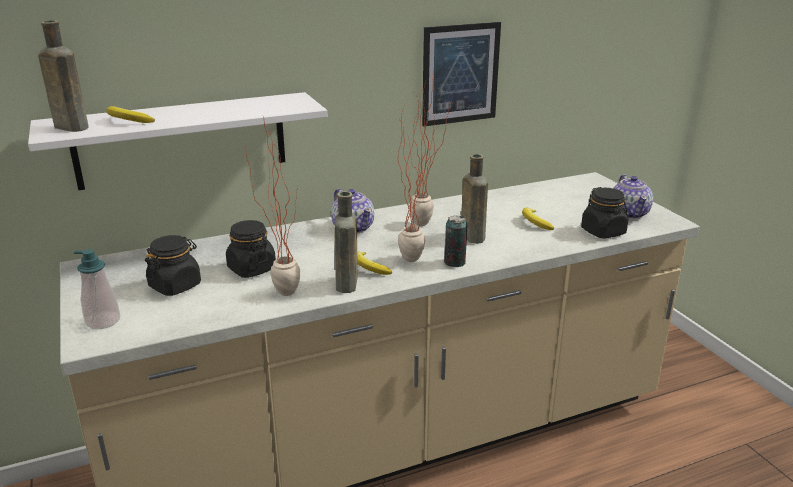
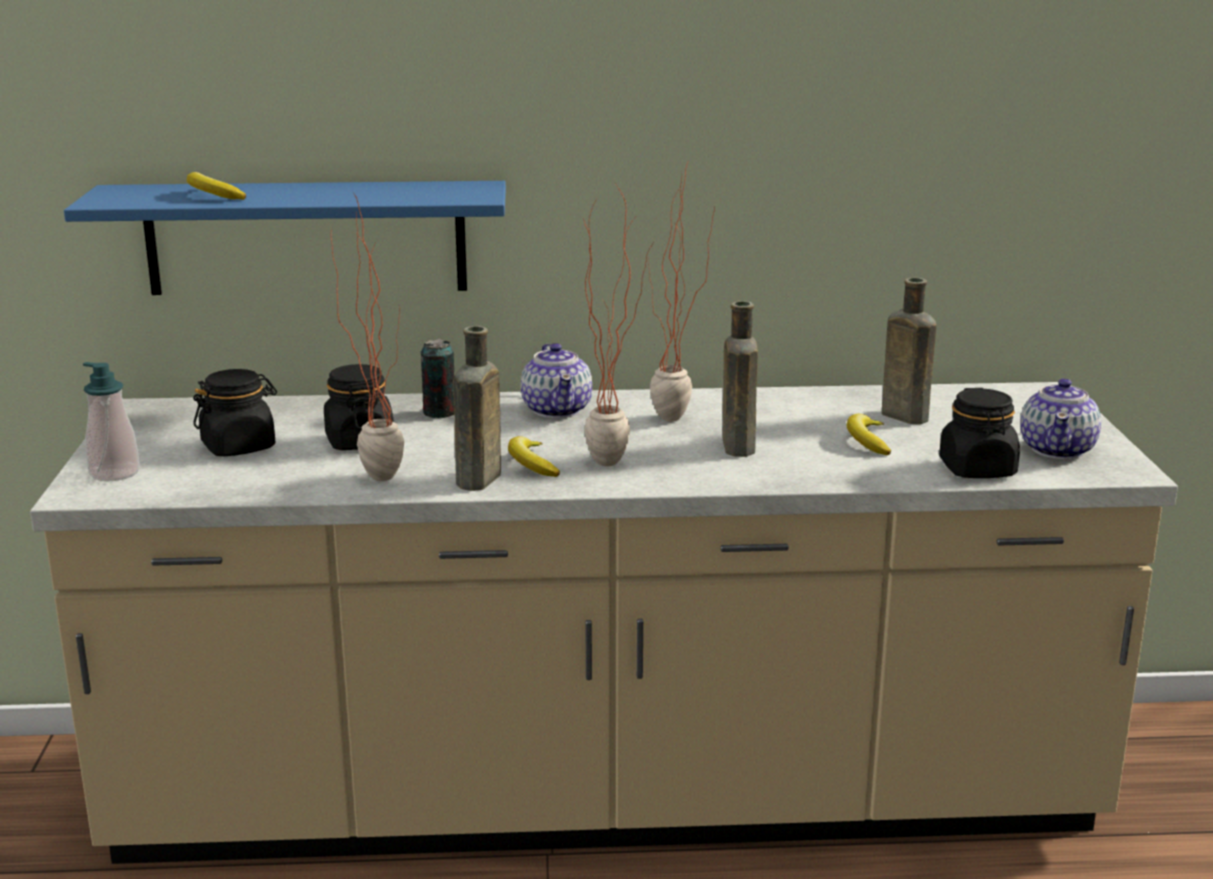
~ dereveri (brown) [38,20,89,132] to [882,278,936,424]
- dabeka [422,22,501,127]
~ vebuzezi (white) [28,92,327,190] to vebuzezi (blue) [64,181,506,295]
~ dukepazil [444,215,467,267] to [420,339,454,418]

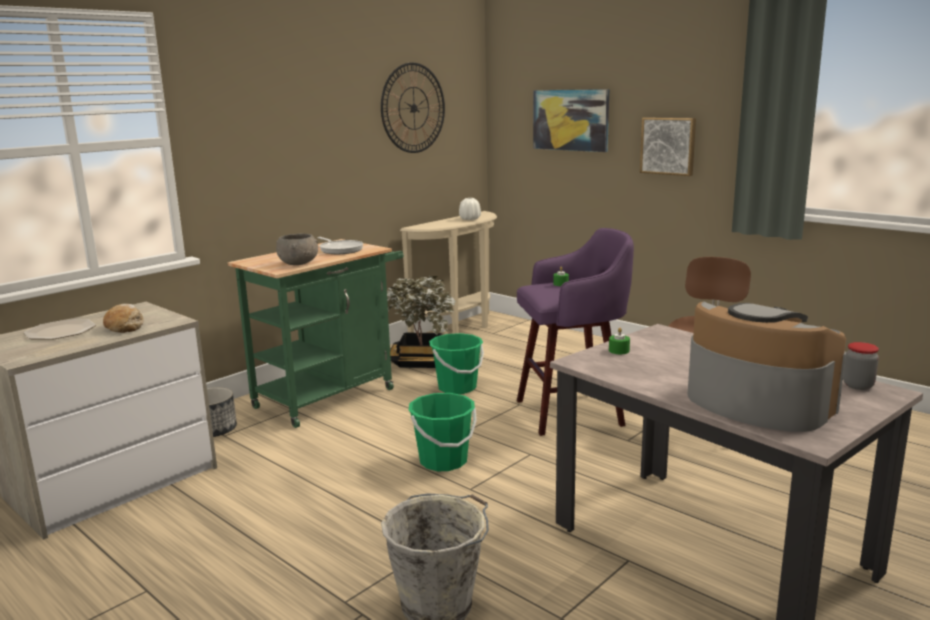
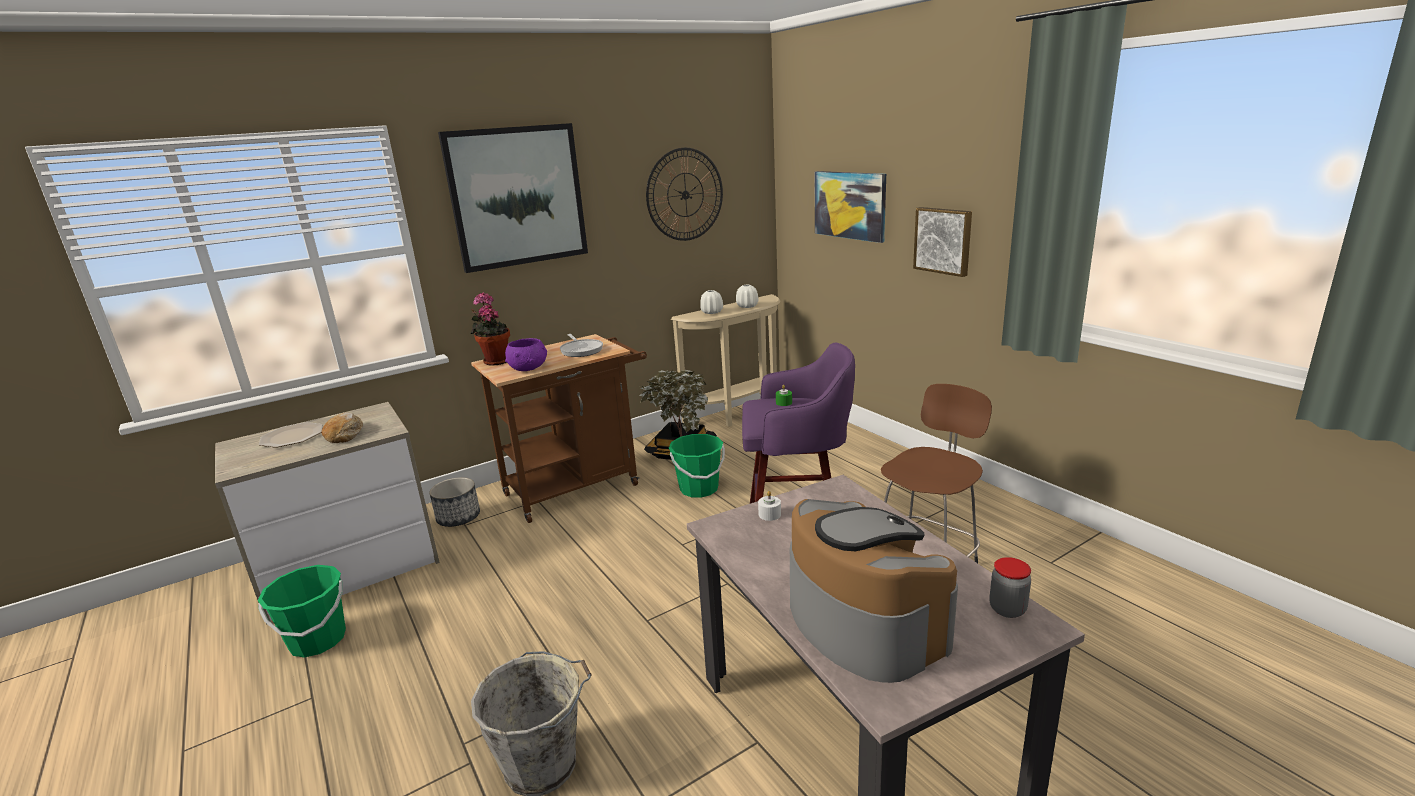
~ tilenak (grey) [276,234,318,265] to tilenak (purple) [505,338,547,371]
~ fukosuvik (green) [228,239,404,428] to fukosuvik (brown) [471,334,647,523]
~ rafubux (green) [609,328,630,354] to rafubux (white) [758,491,781,521]
~ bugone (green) [409,393,477,471] to [258,565,346,658]
+ dabeka [438,123,588,273]
+ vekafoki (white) [700,290,723,314]
+ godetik [471,293,510,366]

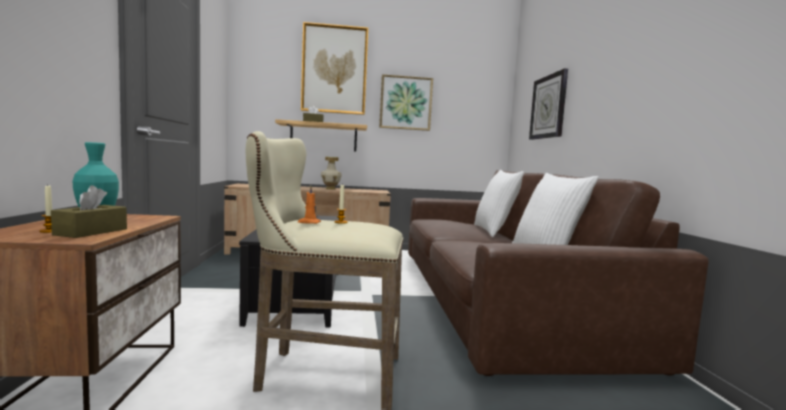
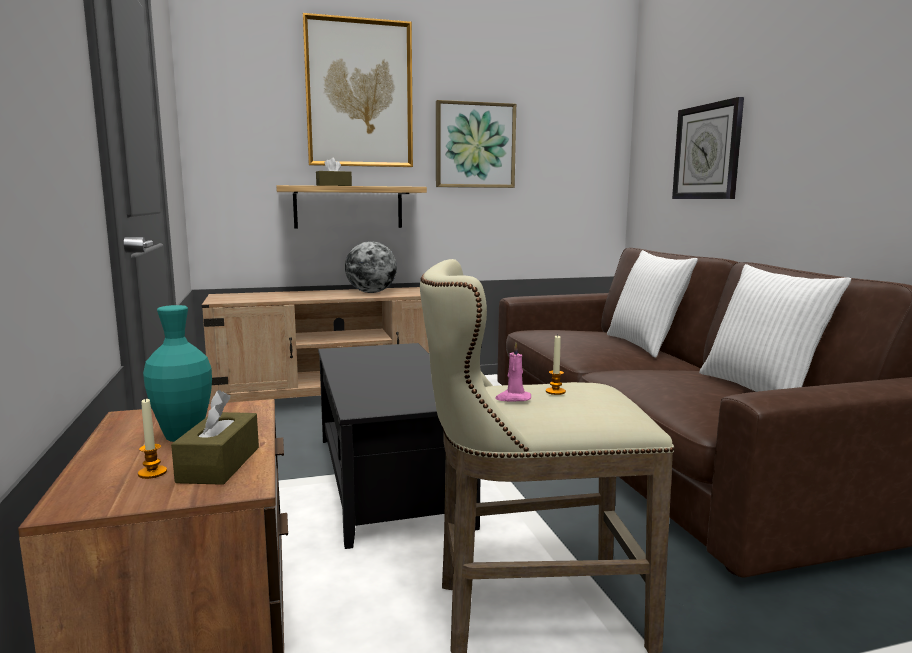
~ vekafoki [321,157,342,189] to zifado [345,241,397,293]
~ rafubux (orange) [298,186,321,224] to rafubux (pink) [496,343,531,402]

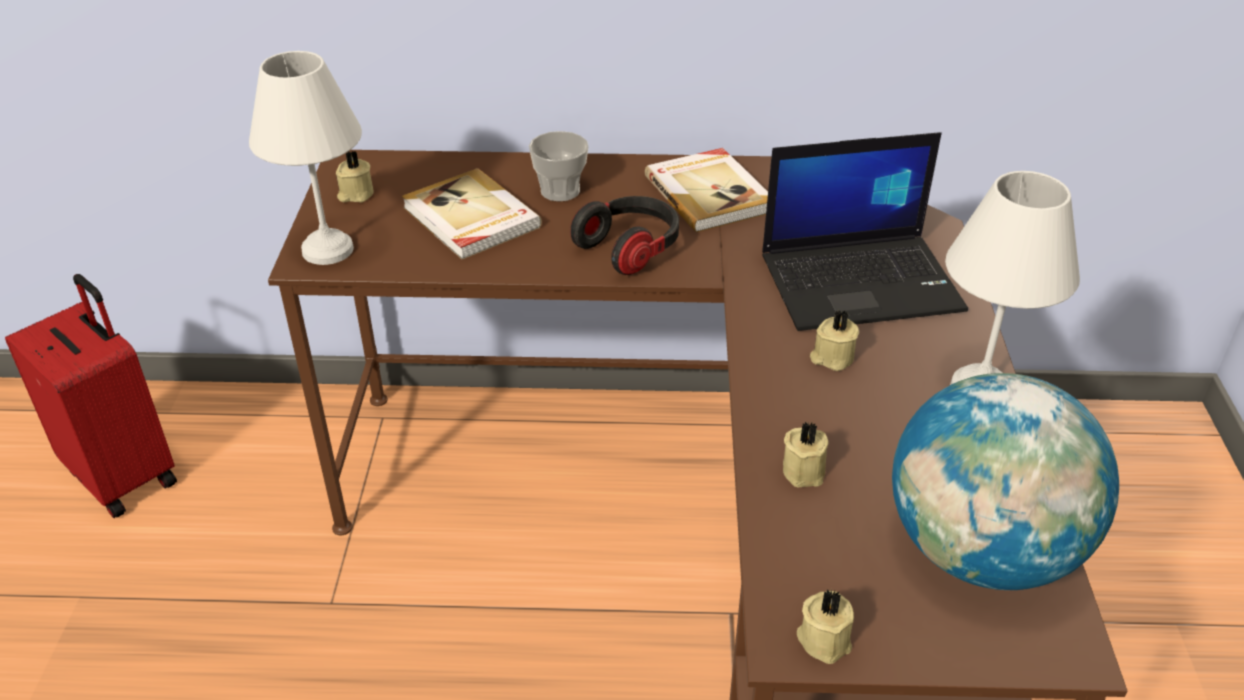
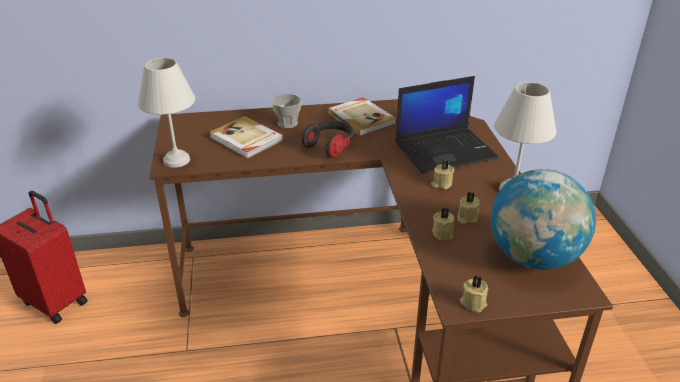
~ rafubux (beige) [336,151,374,202] to [457,192,481,224]

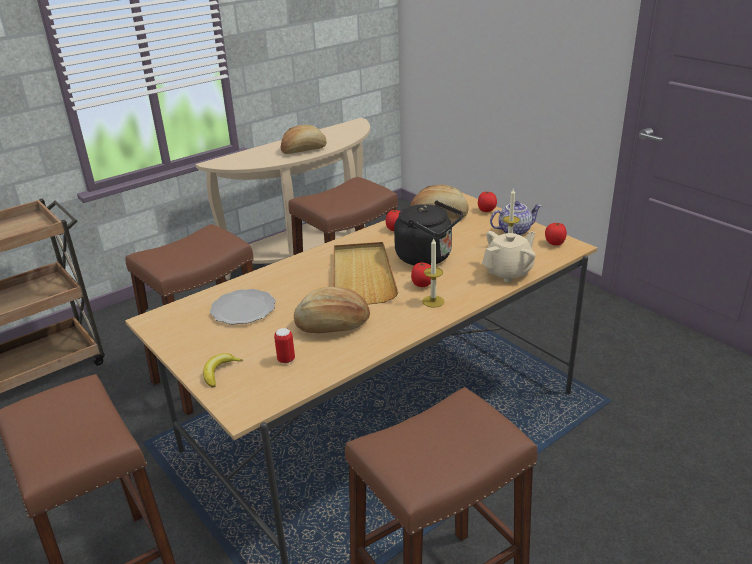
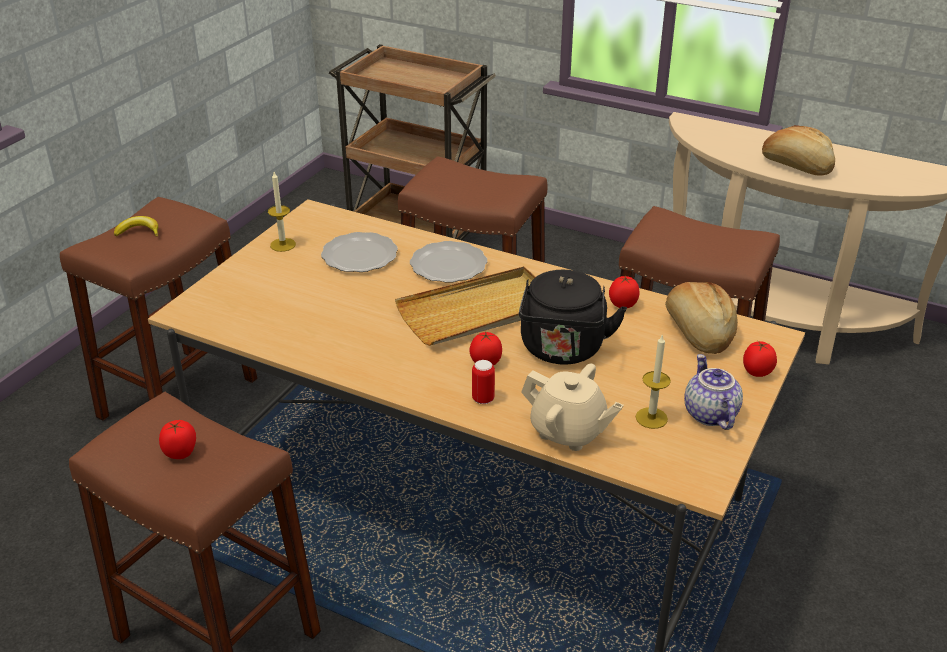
~ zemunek [490,201,542,236] = [684,354,743,430] 150 degrees counterclockwise
~ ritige [545,223,567,246] to [159,420,196,459]
~ rafubux [422,238,444,308] to [268,172,296,252]
- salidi [294,287,370,333]
~ dukepazil [274,328,295,364] to [472,360,495,404]
~ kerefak [203,353,243,388] to [114,216,158,237]
+ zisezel [410,241,487,283]

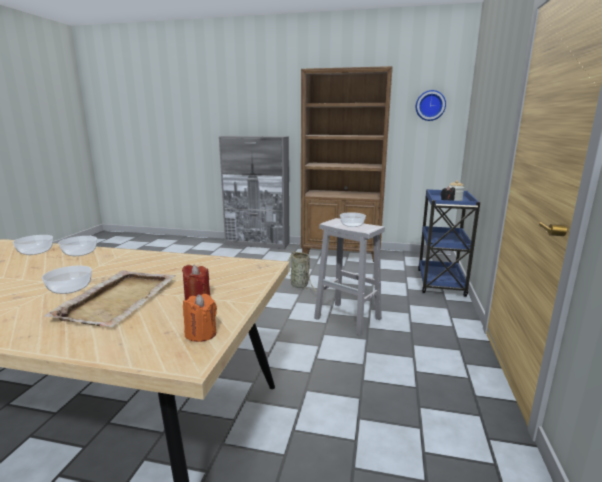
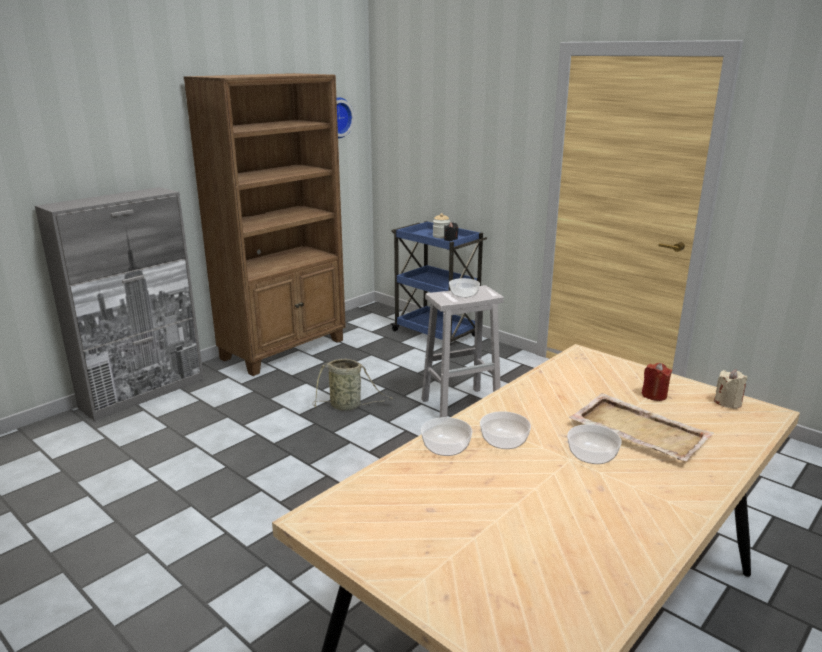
~ tilenak [13,235,53,255] to [480,411,531,449]
~ rafubux (orange) [183,294,217,342] to rafubux (beige) [714,369,747,409]

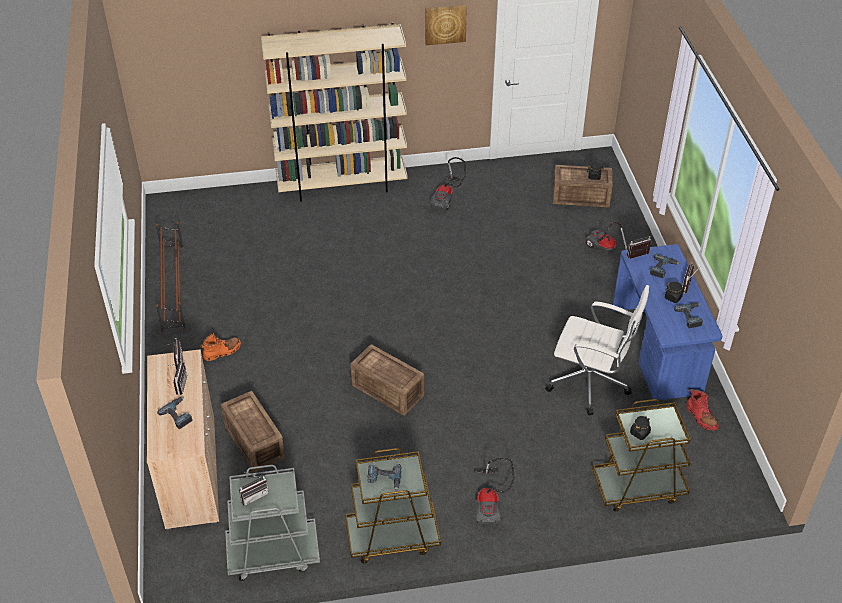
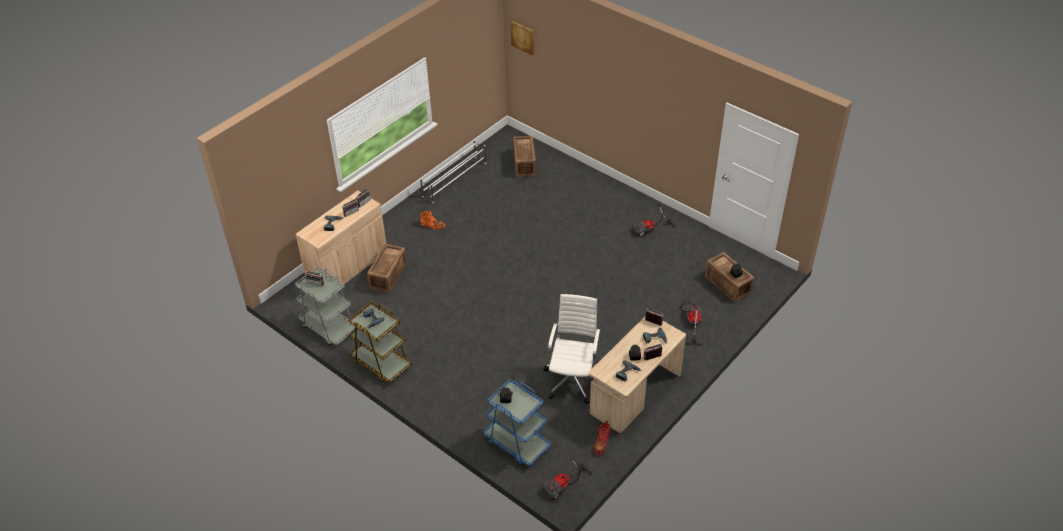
~ dabeka [425,5,467,45] to [510,21,534,55]
- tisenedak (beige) [261,22,407,202]
~ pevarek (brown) [156,222,186,332] to pevarek (white) [420,139,486,203]
~ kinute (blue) [612,244,722,400] to kinute (beige) [589,316,686,434]
~ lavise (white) [545,285,649,415] = [543,294,600,404] 150 degrees counterclockwise
~ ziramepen [351,344,424,416] to [513,136,536,177]
~ fukosuvik (brown) [592,399,691,512] to fukosuvik (blue) [483,379,551,466]
~ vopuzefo [474,458,515,525] to [542,458,593,500]

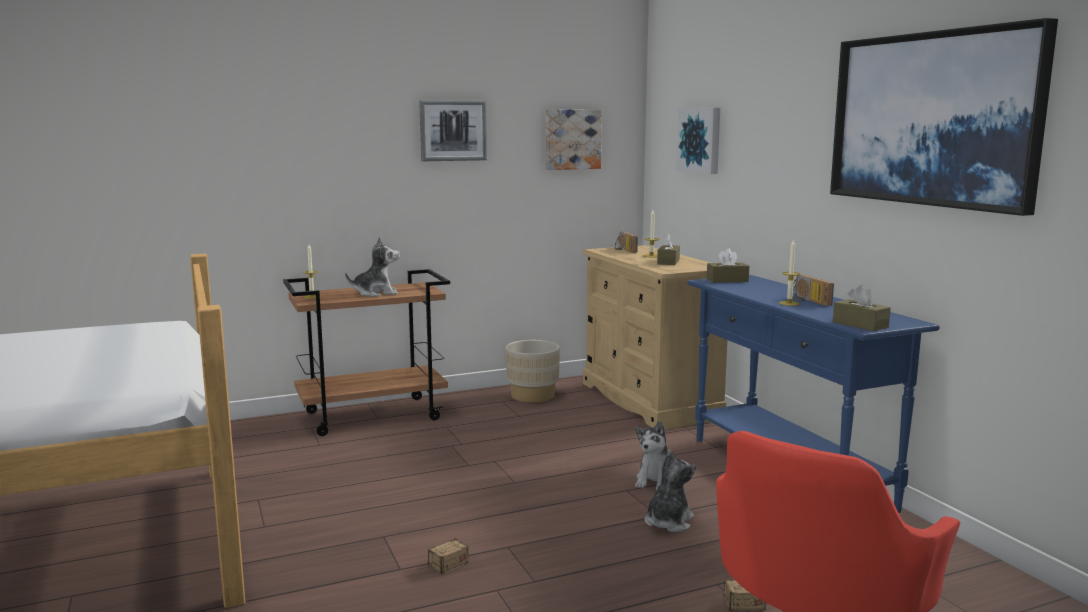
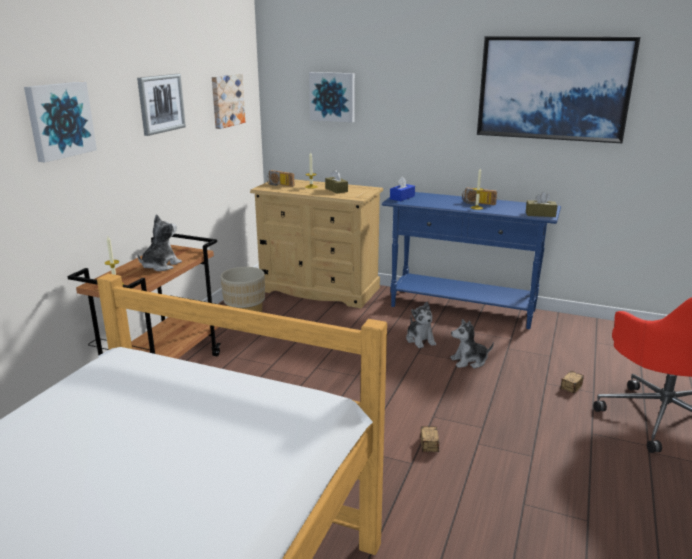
~ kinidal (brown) [707,248,750,283] to kinidal (blue) [390,176,415,201]
~ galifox [645,450,696,532] = [450,319,494,369] 90 degrees counterclockwise
+ dabeka [24,81,97,162]

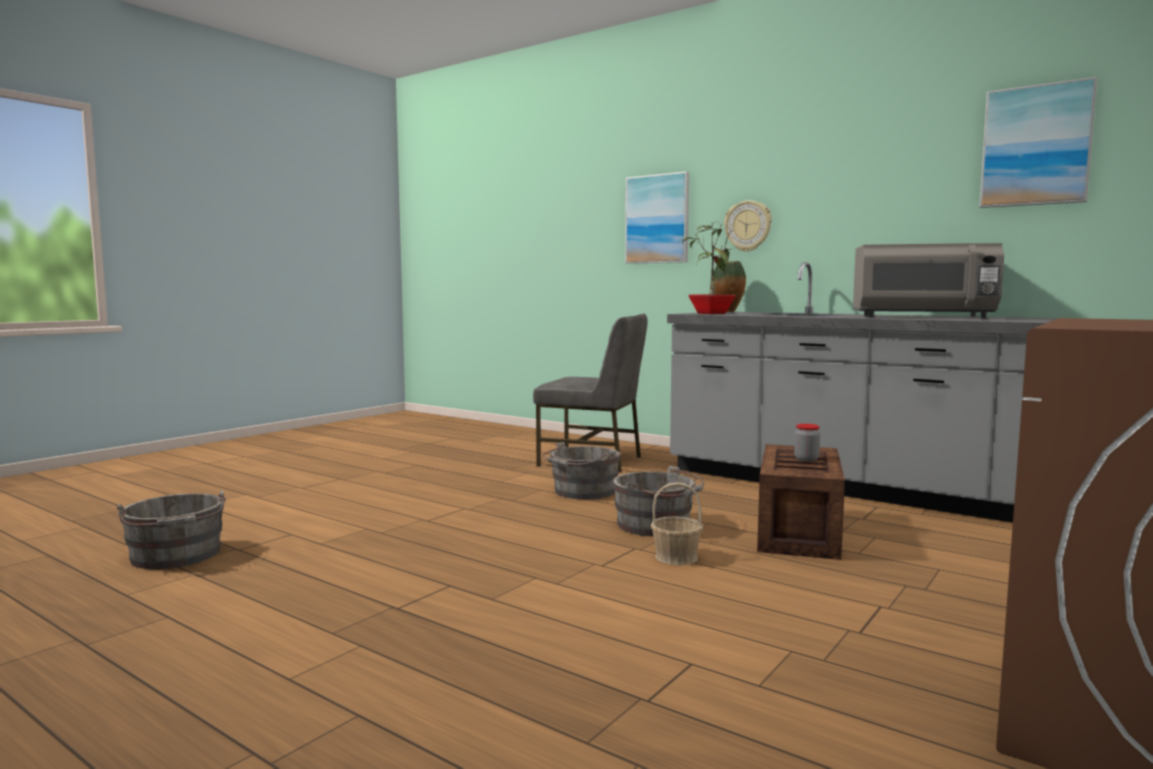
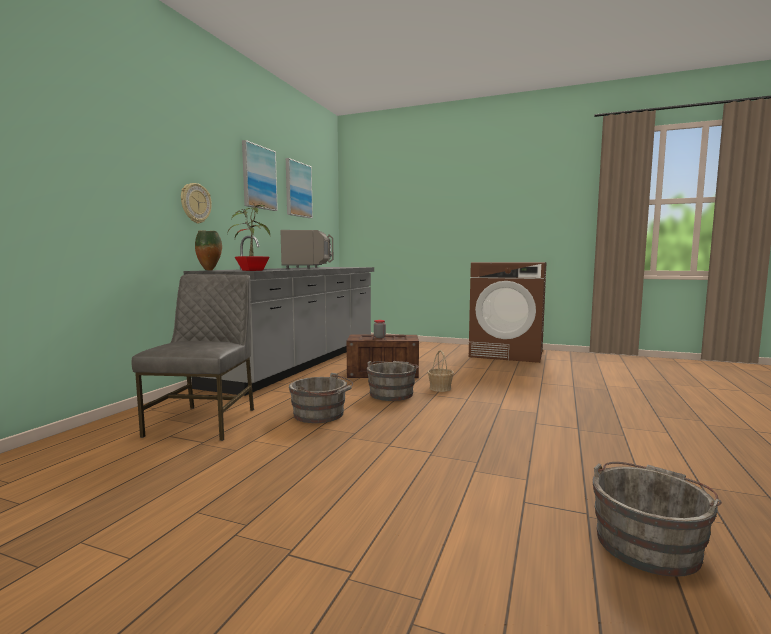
~ dabeka [625,171,689,264] to [242,140,278,211]

